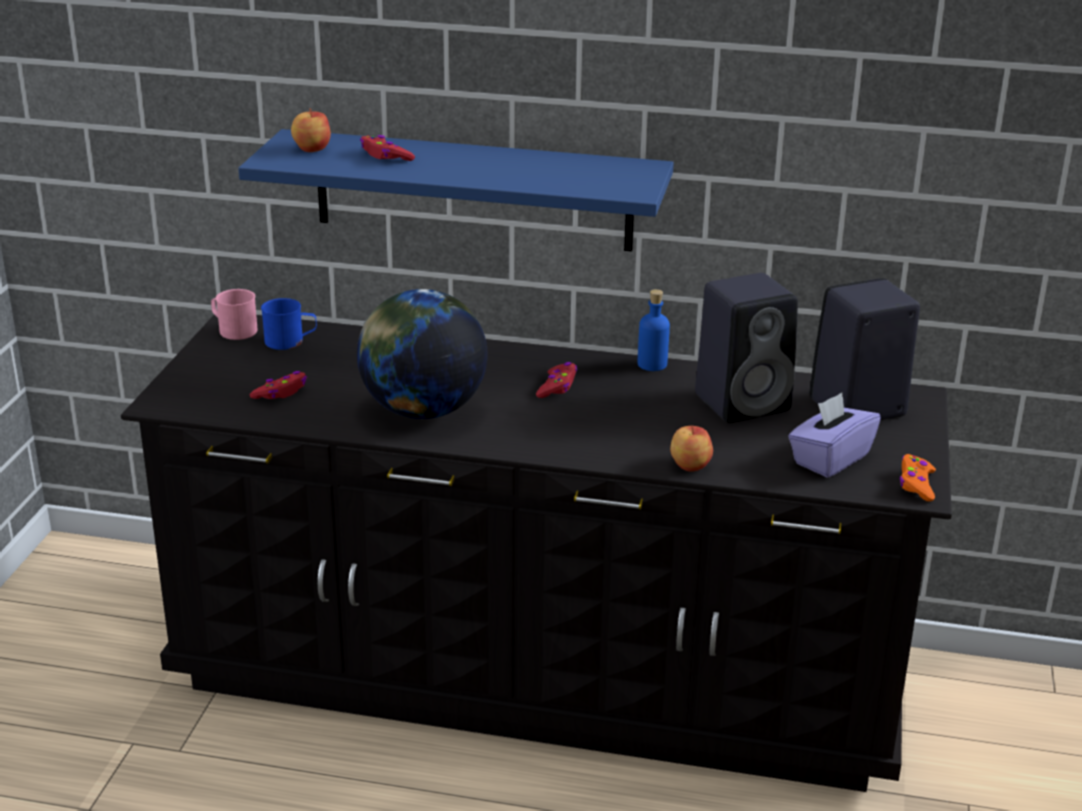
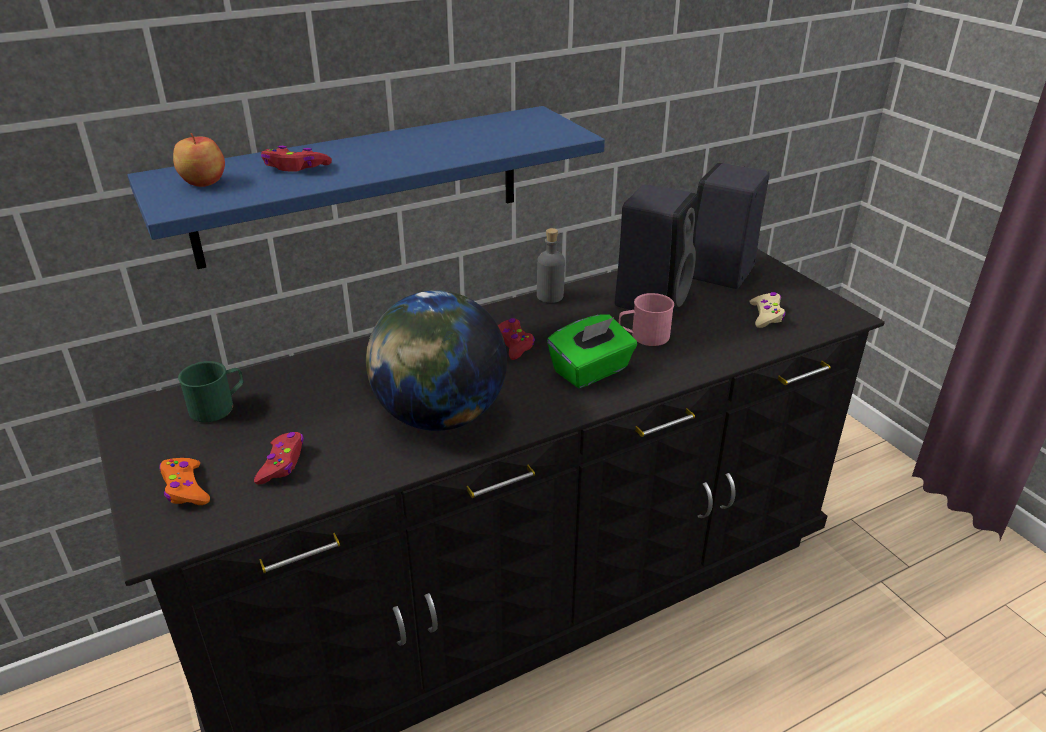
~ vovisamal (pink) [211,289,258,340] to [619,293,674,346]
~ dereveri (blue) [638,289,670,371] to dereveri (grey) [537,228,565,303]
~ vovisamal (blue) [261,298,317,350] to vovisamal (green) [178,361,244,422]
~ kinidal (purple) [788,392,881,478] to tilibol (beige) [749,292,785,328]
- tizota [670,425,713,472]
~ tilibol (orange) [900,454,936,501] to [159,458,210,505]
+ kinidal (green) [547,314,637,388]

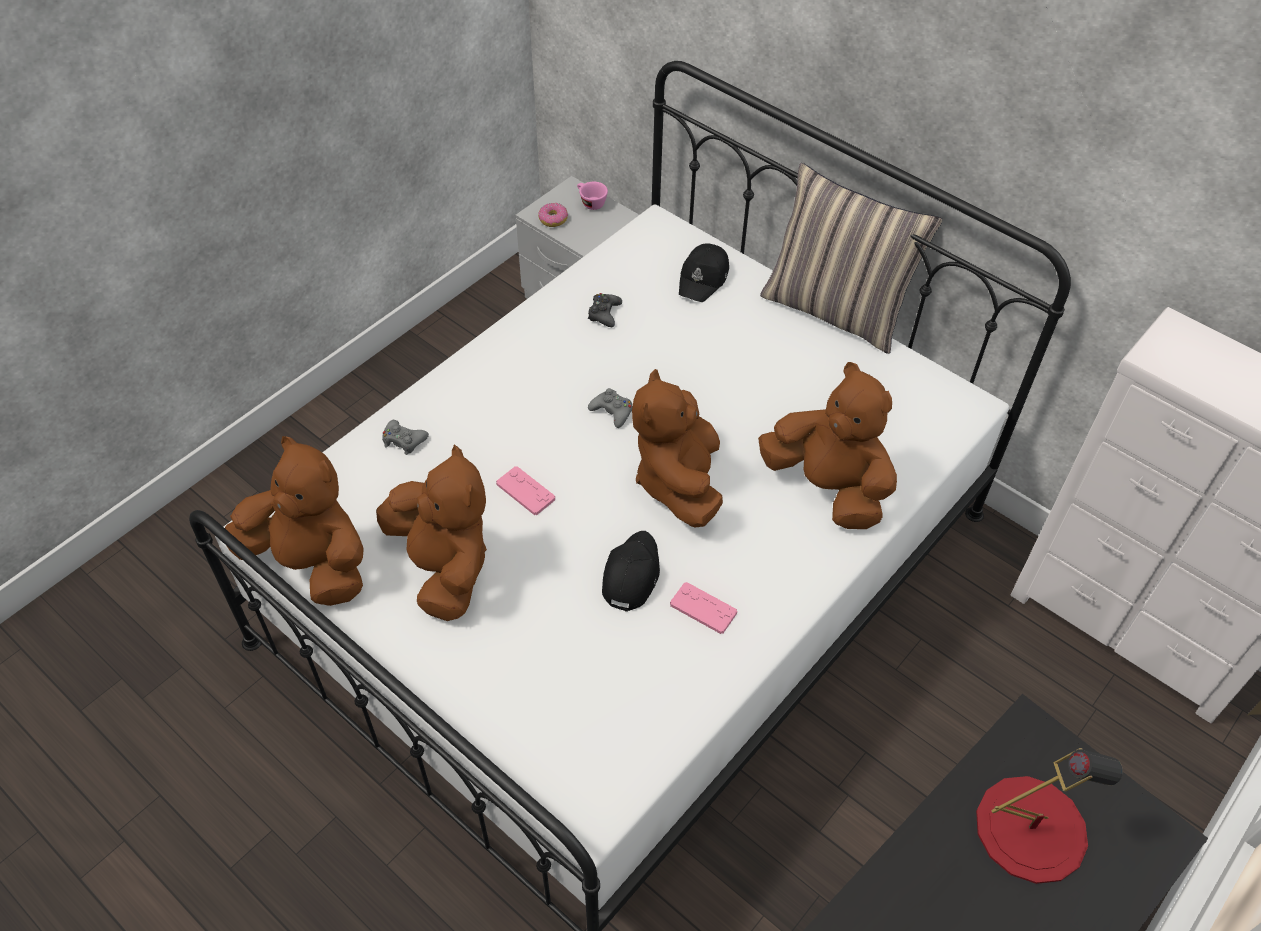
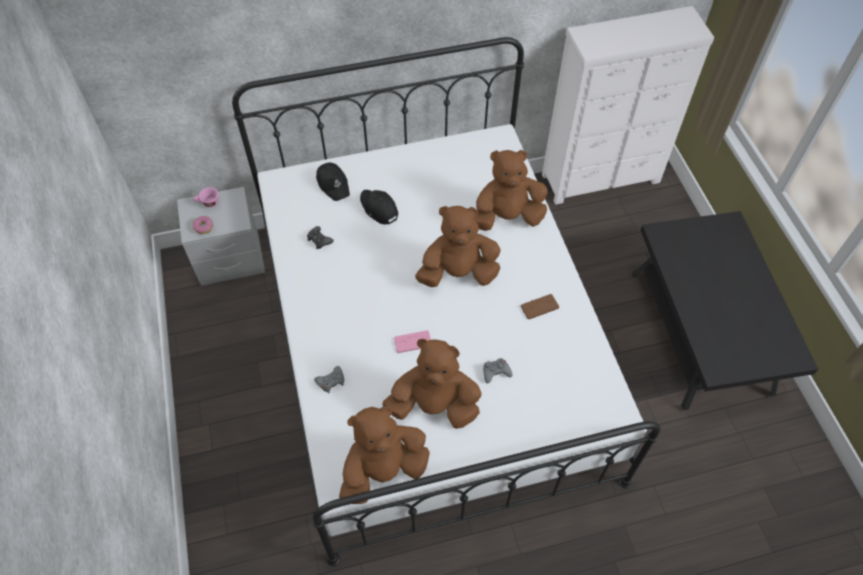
- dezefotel [760,163,942,354]
~ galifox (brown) [632,369,723,528] = [415,206,501,287] 135 degrees clockwise
~ tilibol (grey) [588,388,632,428] to [483,358,512,384]
~ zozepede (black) [602,531,660,612] to [360,190,398,224]
~ tilibol (pink) [670,582,737,634] to tilibol (brown) [521,294,559,319]
- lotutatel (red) [976,748,1123,884]

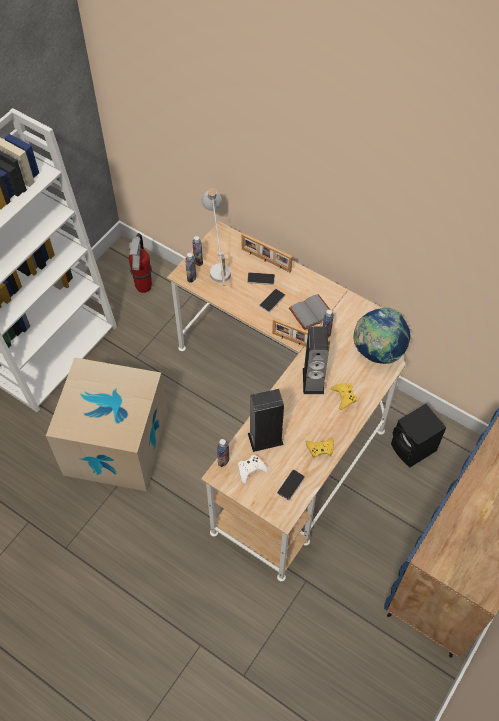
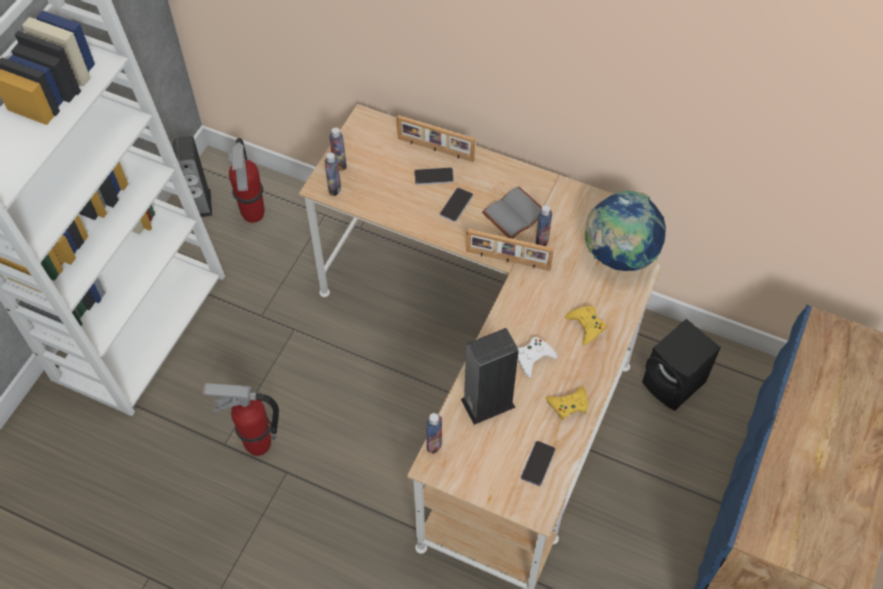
- lotutatel (white) [201,188,231,286]
~ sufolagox [303,326,329,394] to [172,136,212,217]
~ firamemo [46,357,168,491] to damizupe [203,383,279,456]
~ tilibol (white) [238,455,268,484] to [518,337,557,378]

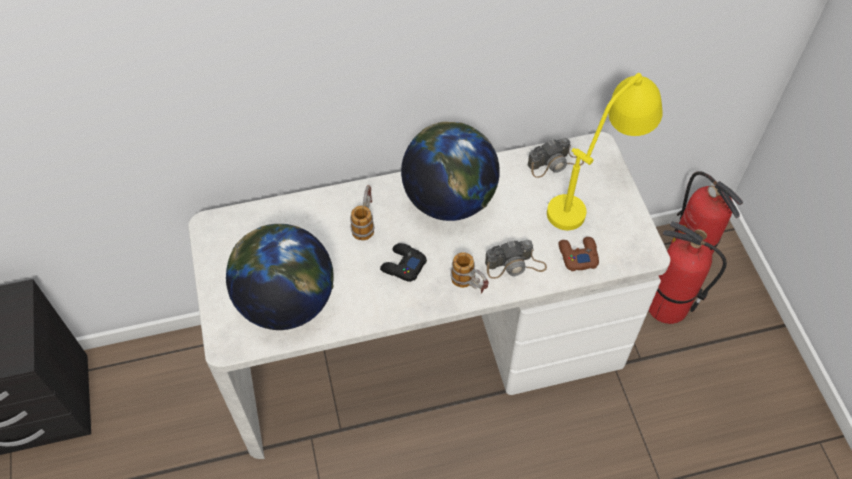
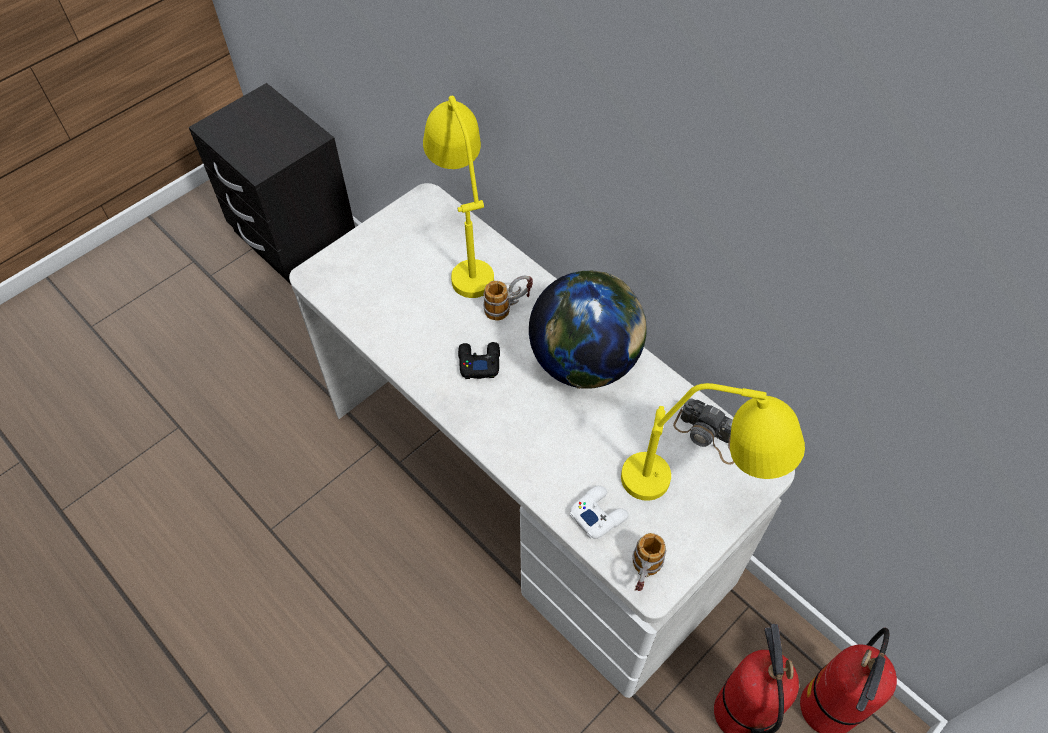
- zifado [226,224,334,330]
~ tilibol (brown) [559,237,599,271] to tilibol (white) [570,486,629,539]
- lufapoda [485,240,547,279]
~ vovisamal [451,252,489,293] to [632,533,666,591]
+ lotutatel (yellow) [423,96,494,298]

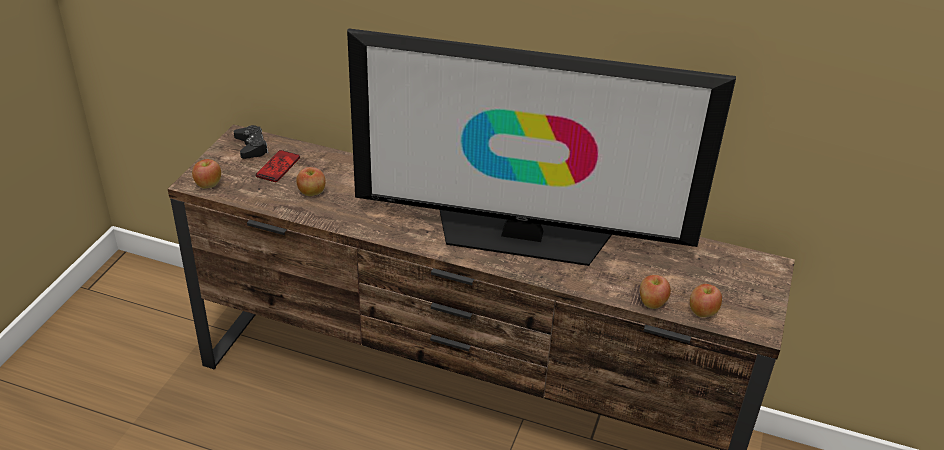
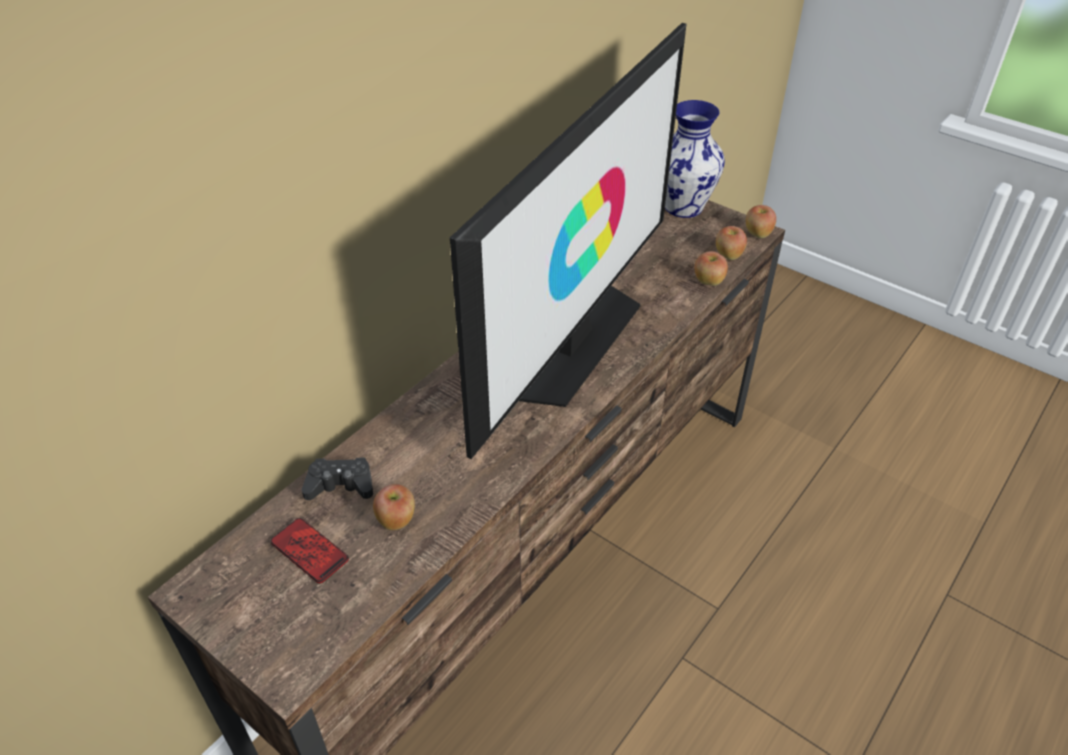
~ tilibol (black) [234,125,269,159] to [302,458,373,500]
~ tizota [192,159,221,189] to [746,205,776,238]
+ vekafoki [665,100,725,218]

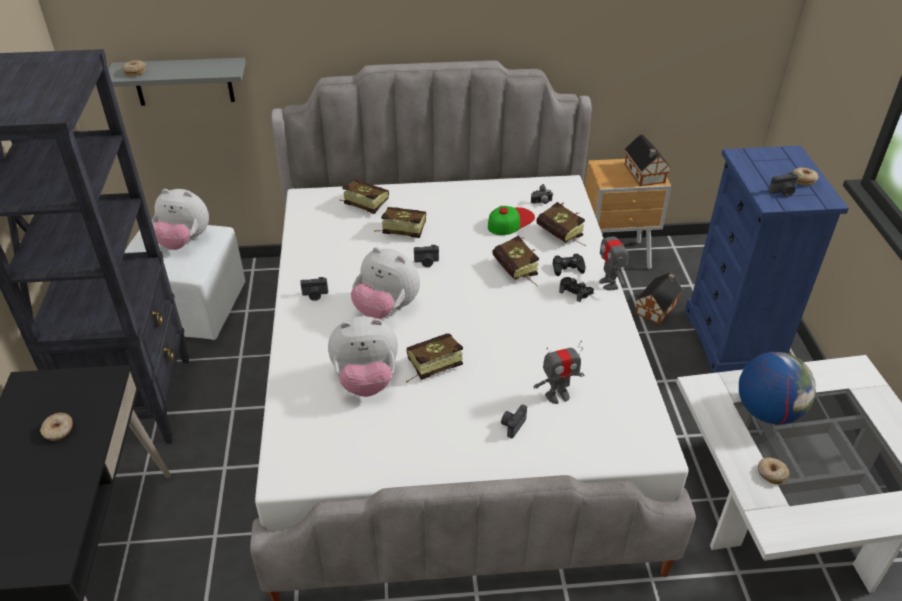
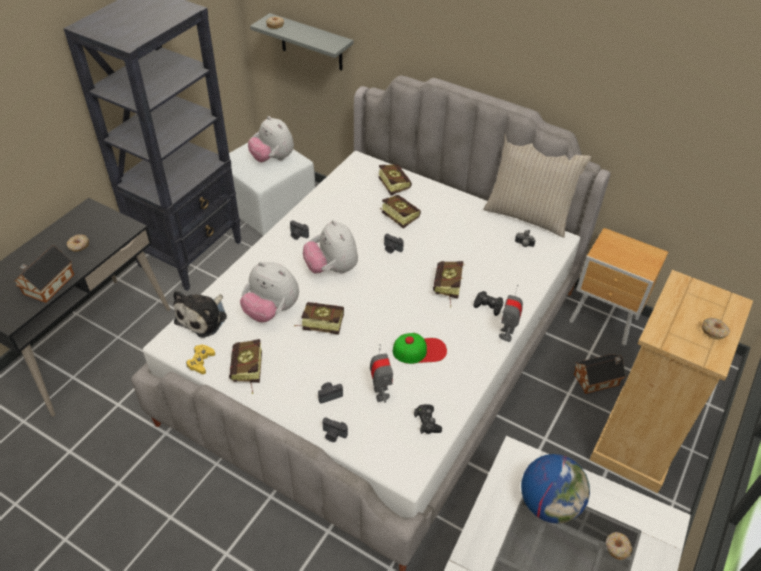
~ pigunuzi [625,134,671,186] to [13,245,74,303]
~ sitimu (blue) [685,145,849,373] to sitimu (beige) [589,270,753,494]
~ lufapoda [768,172,798,197] to [323,417,348,442]
~ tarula [536,202,586,247] to [229,339,262,394]
~ zozepede [488,206,535,235] to [393,333,447,364]
~ tilibol (black) [559,277,594,302] to [414,404,442,434]
~ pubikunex [533,341,584,404] = [370,344,393,403] 120 degrees counterclockwise
~ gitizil [758,457,790,484] to [606,532,632,560]
+ dezefotel (beige) [483,134,591,238]
+ galifox [173,290,227,338]
+ tilibol (yellow) [186,345,215,374]

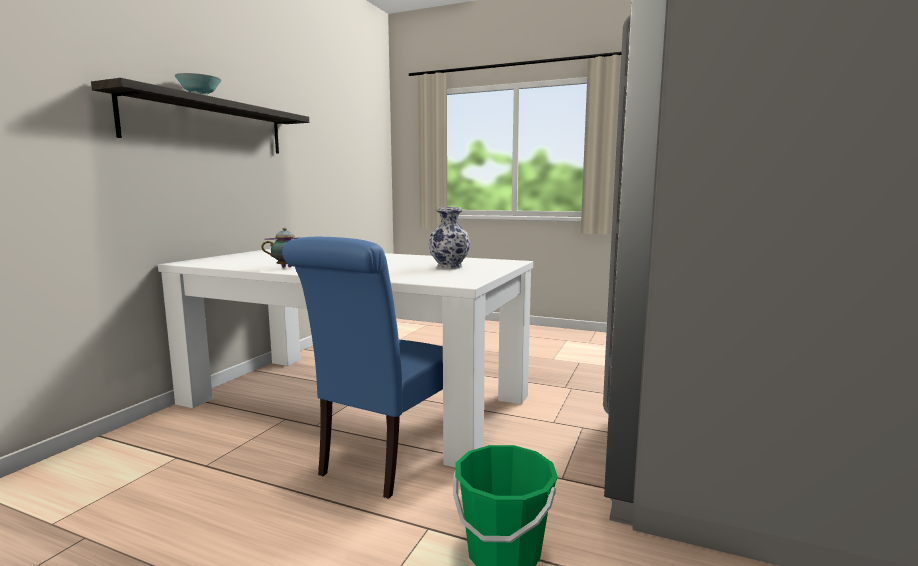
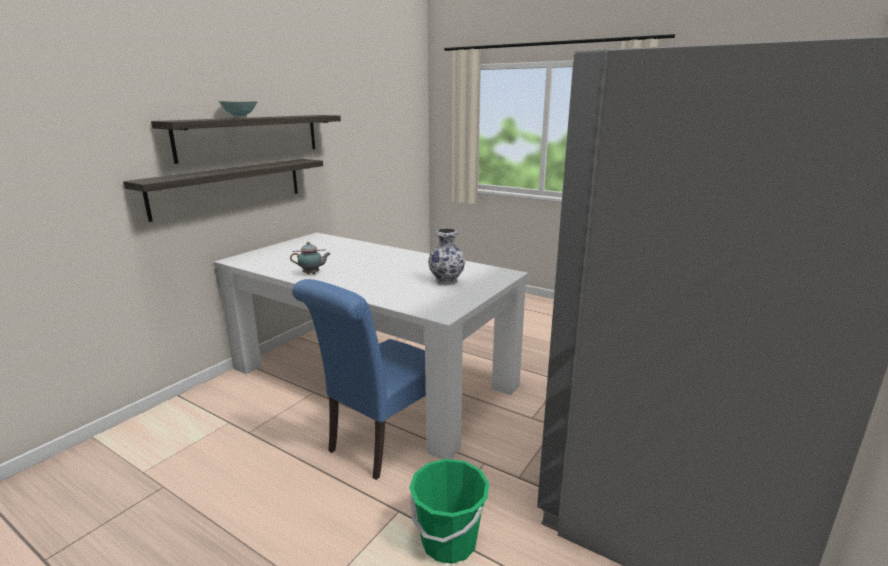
+ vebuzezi [123,159,323,222]

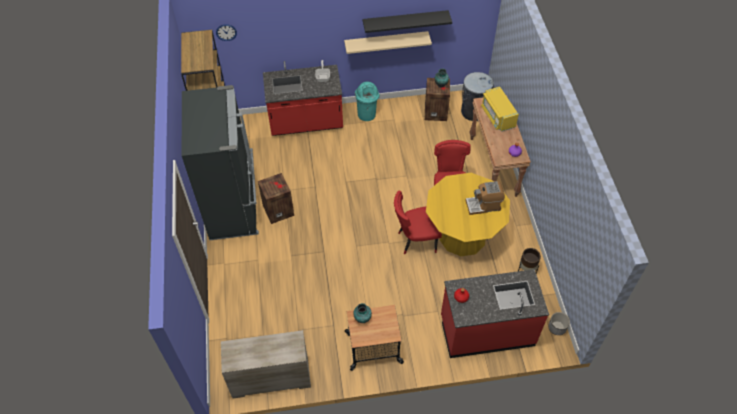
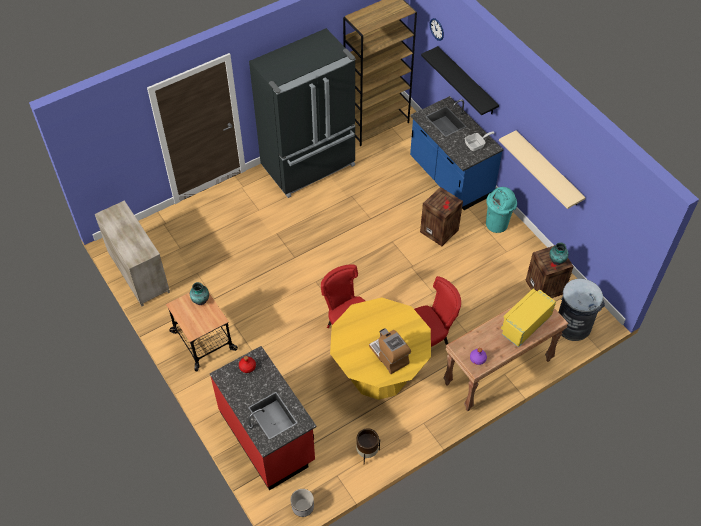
~ vebuzezi (black) [363,10,452,33] to [421,46,499,115]
~ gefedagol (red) [263,61,343,136] to gefedagol (blue) [410,96,503,210]
~ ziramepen [258,173,294,224] to [420,187,463,246]

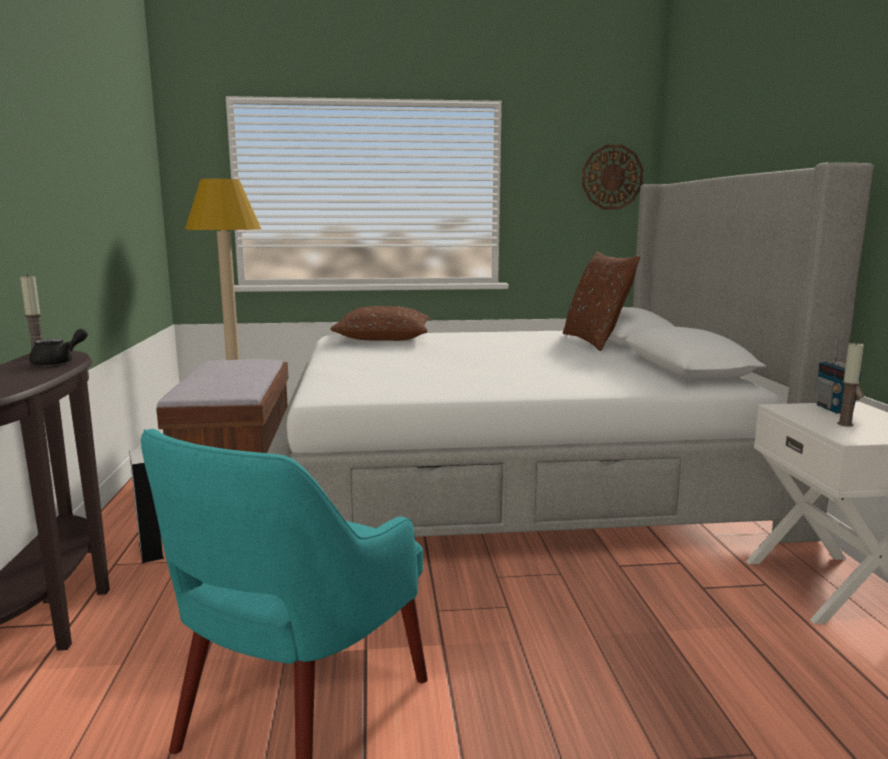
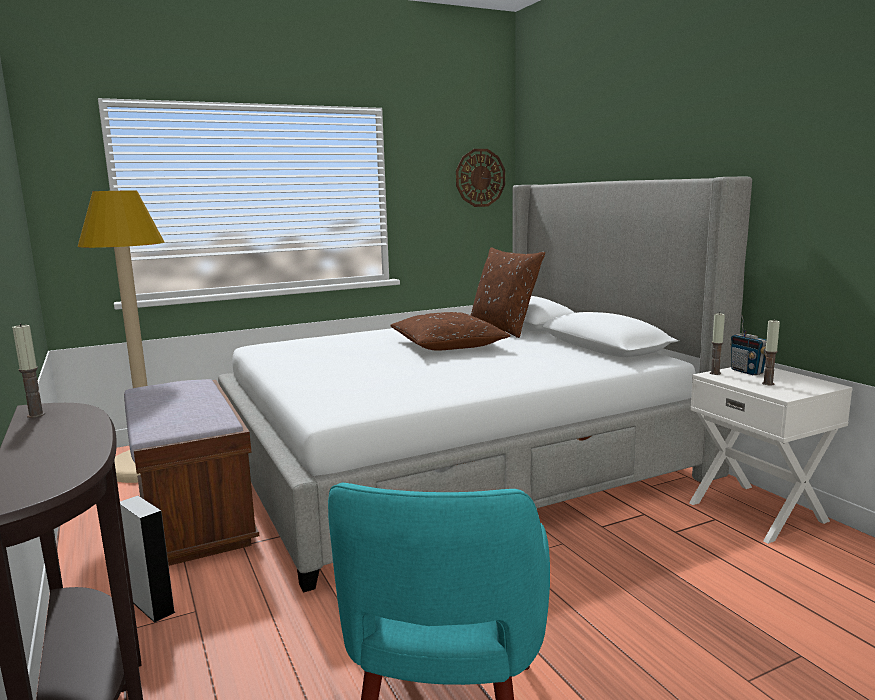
~ dezefotel (brown) [330,306,429,341] to [390,312,511,351]
- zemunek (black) [29,329,88,366]
+ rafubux [710,312,725,375]

